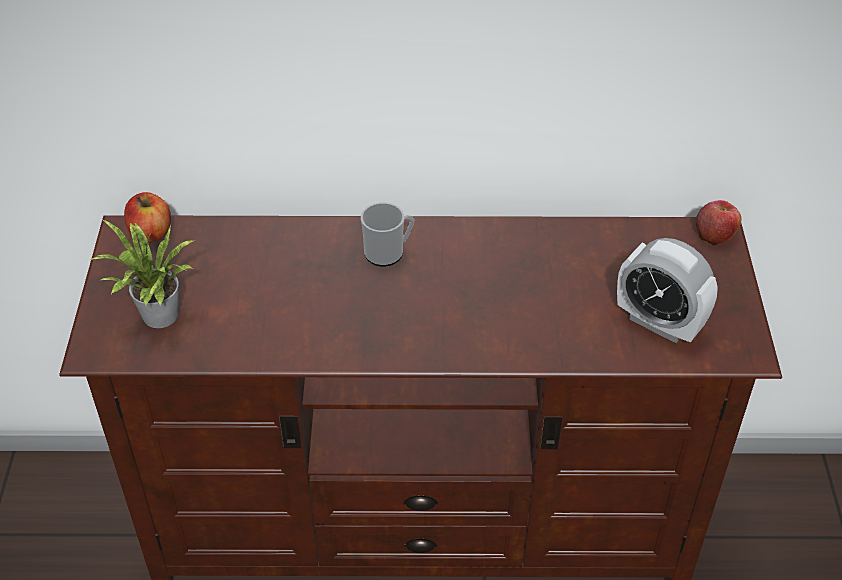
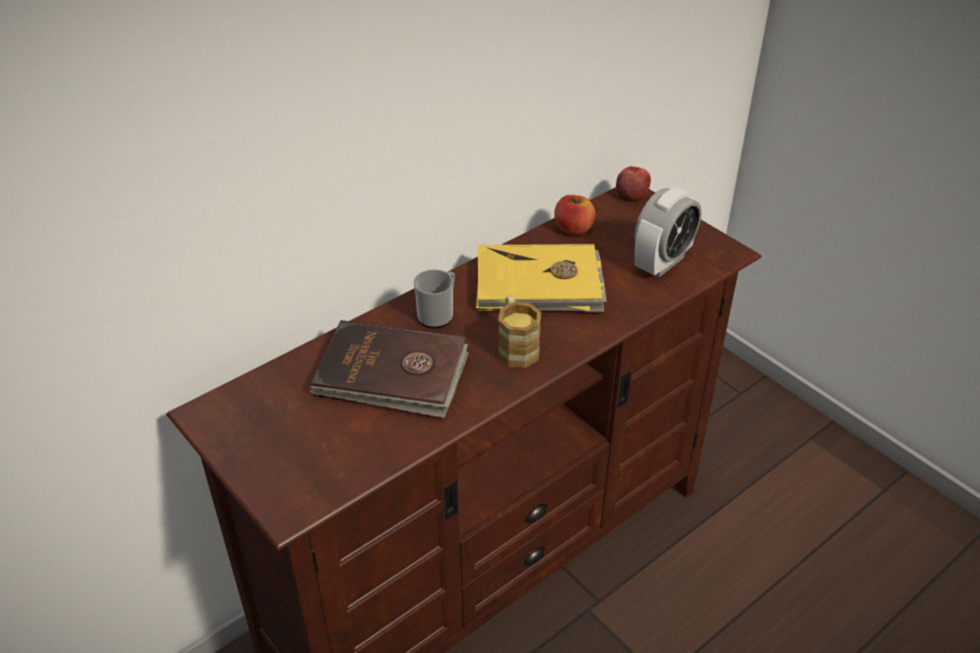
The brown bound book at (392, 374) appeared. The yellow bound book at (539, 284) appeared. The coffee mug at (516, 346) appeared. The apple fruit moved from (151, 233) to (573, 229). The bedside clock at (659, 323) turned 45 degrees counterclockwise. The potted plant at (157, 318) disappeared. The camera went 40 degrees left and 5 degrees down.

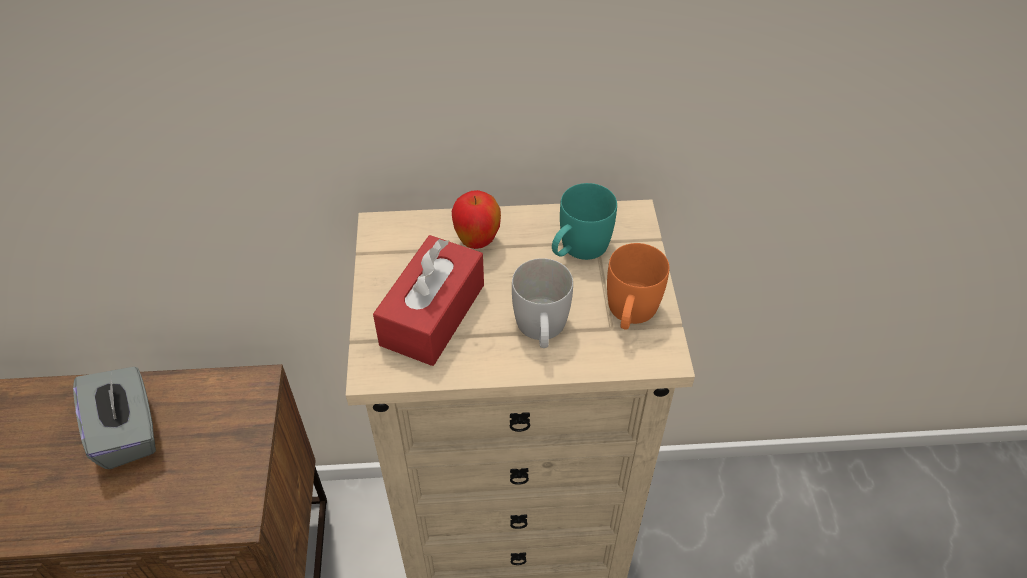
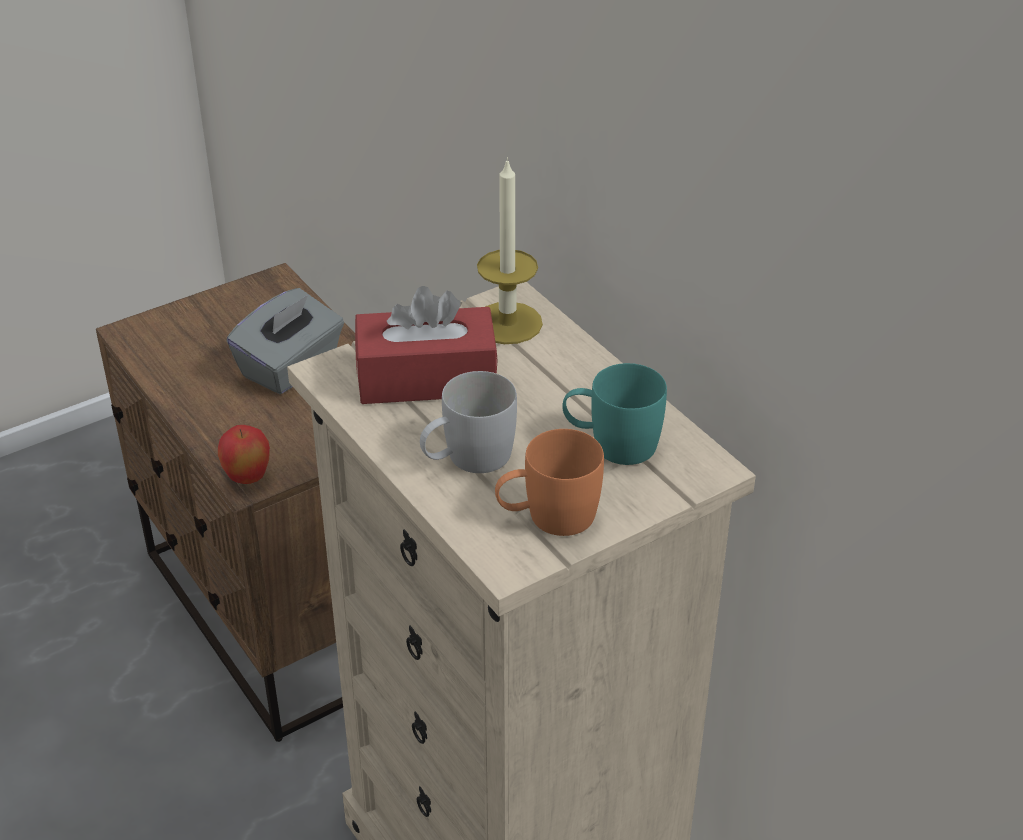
The apple fruit moved from (477, 241) to (247, 479). The wax light at (507, 323) appeared. The camera went 60 degrees right and 10 degrees down.

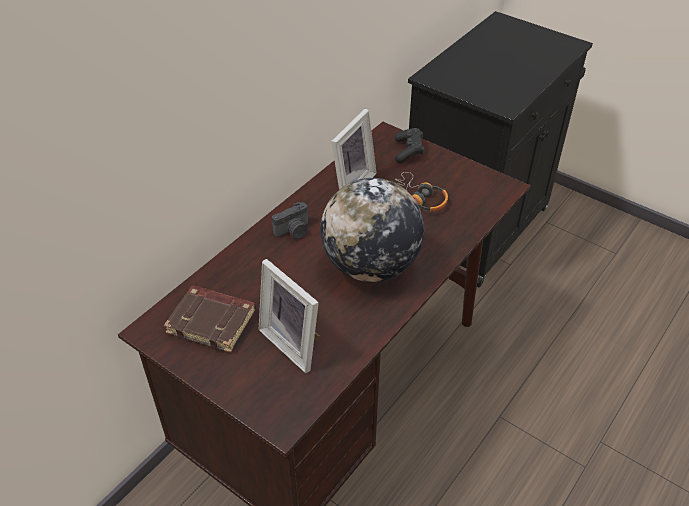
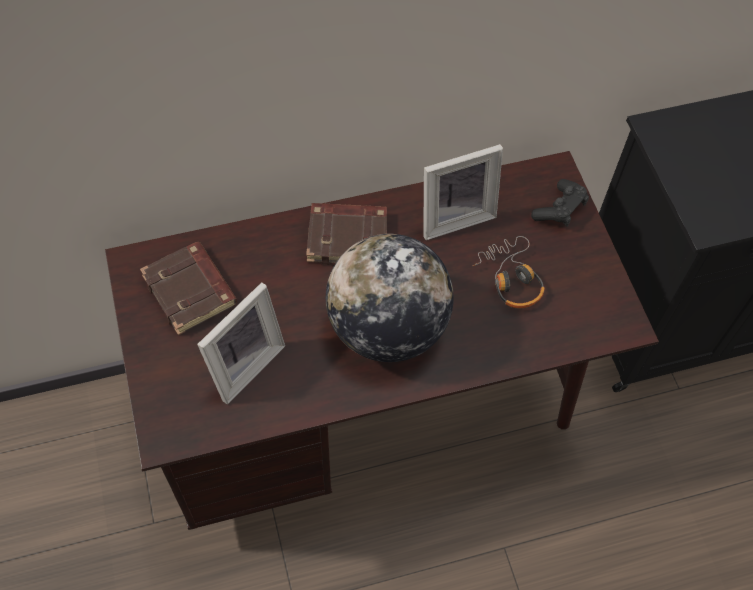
The picture frame at (294, 342) turned 135 degrees counterclockwise. The still camera at (293, 231) was replaced by the brown bound book at (348, 237). The camera went 35 degrees right and 15 degrees up.

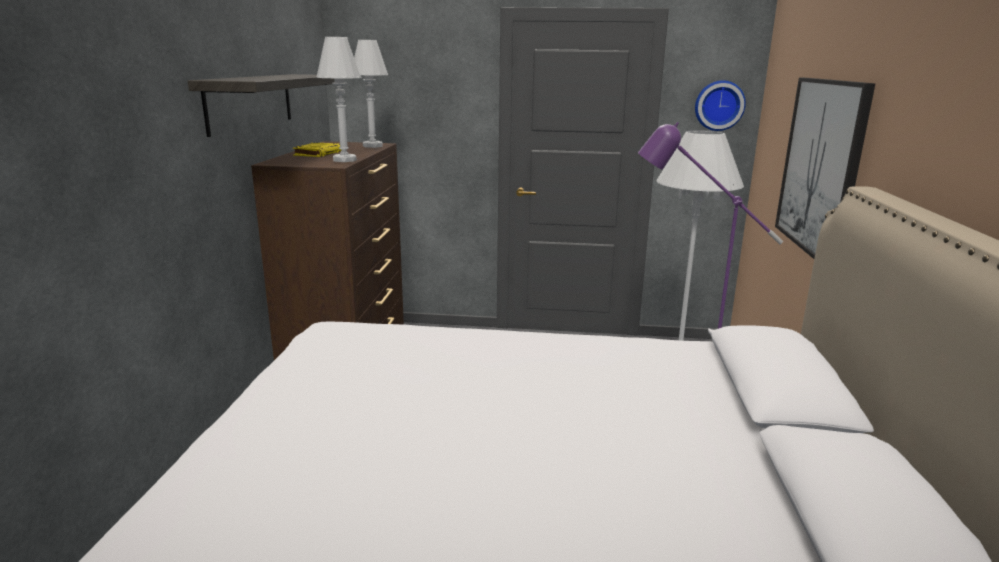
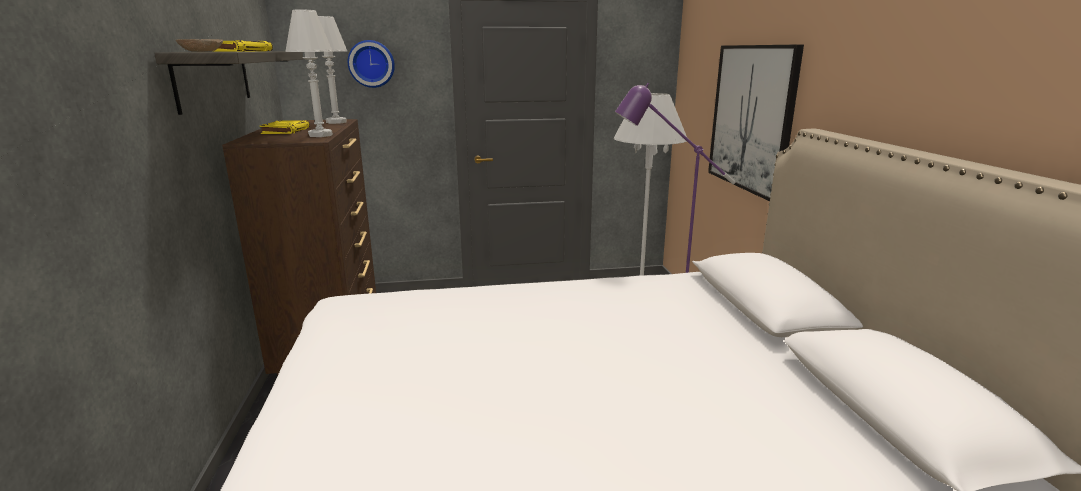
The sand-coloured serving bowl at (201, 51) appeared. The yellow bound book at (241, 51) appeared. The hanging clock moved from (719, 105) to (371, 64). The camera went 15 degrees left and 0 degrees up.

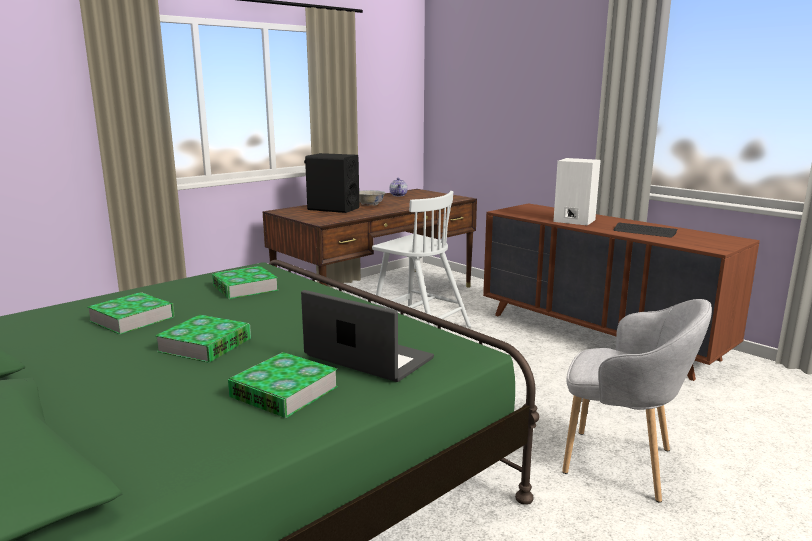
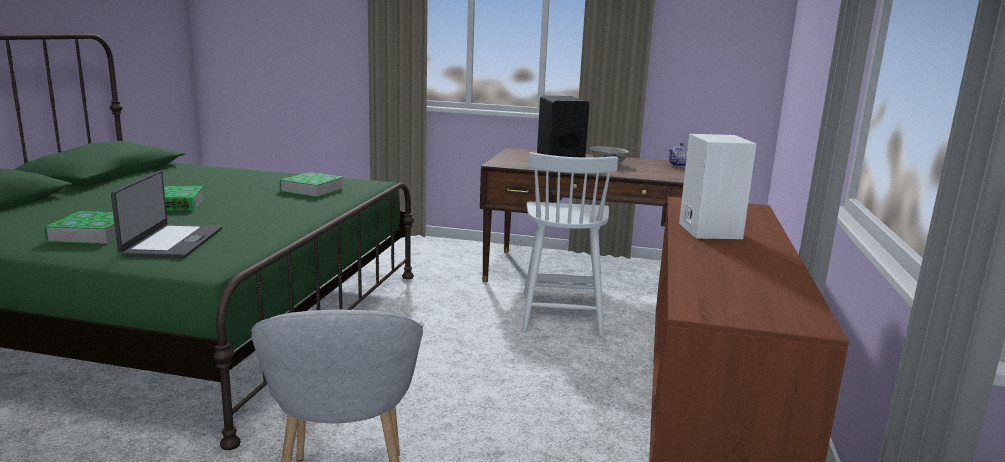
The bound book at (132, 319) disappeared. The keyboard at (644, 231) disappeared. The camera went 55 degrees right and 0 degrees up.

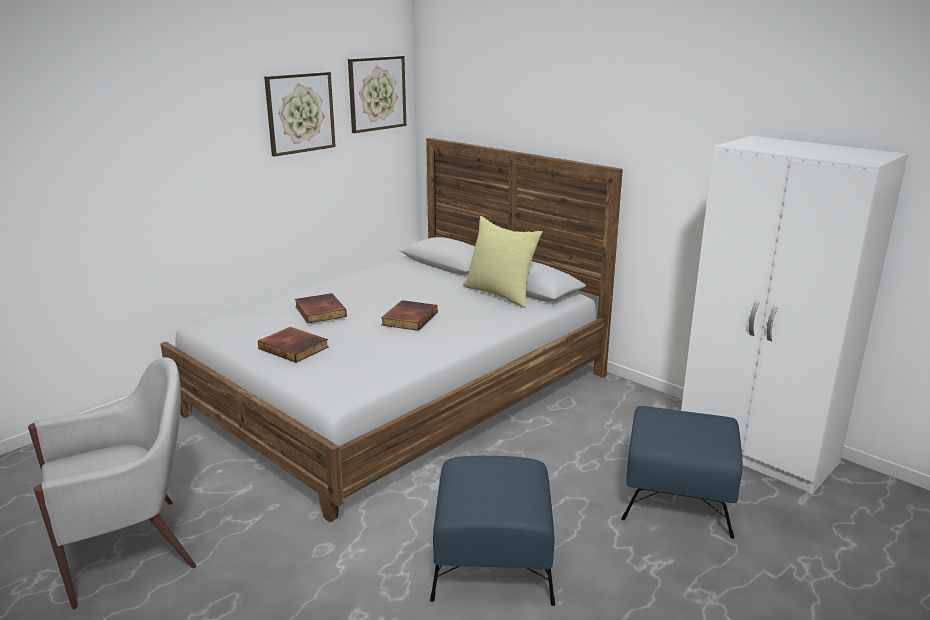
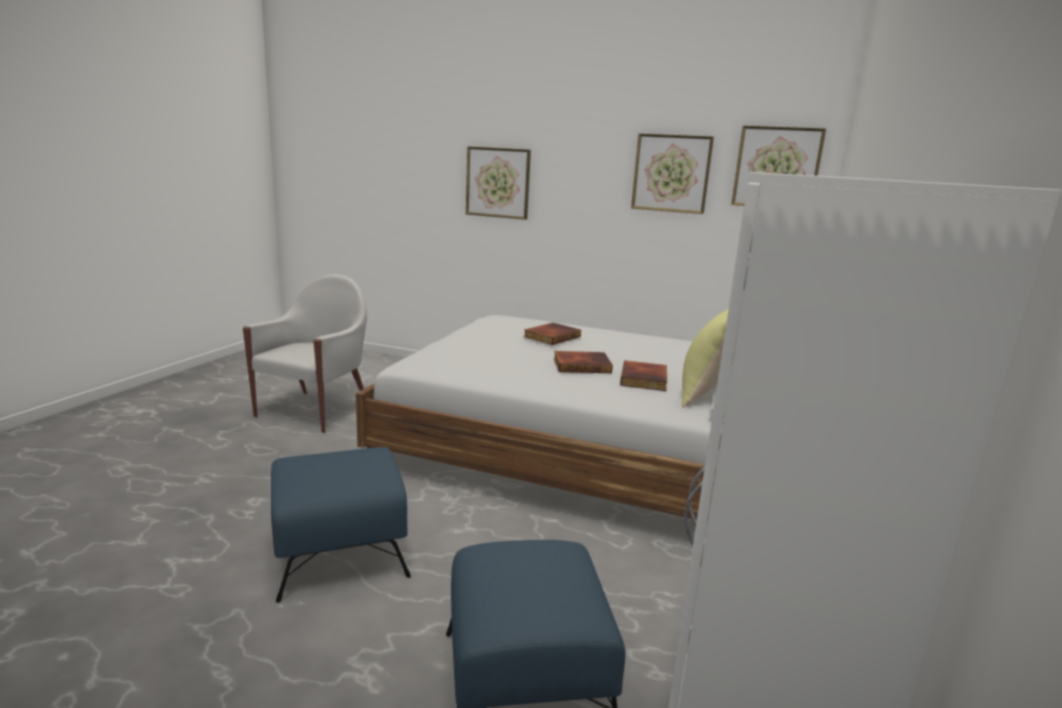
The white lounge chair at (131, 550) turned 105 degrees counterclockwise. The wall picture at (498, 183) appeared. The bound book moved from (294, 347) to (645, 379). The camera went 65 degrees right and 5 degrees down.

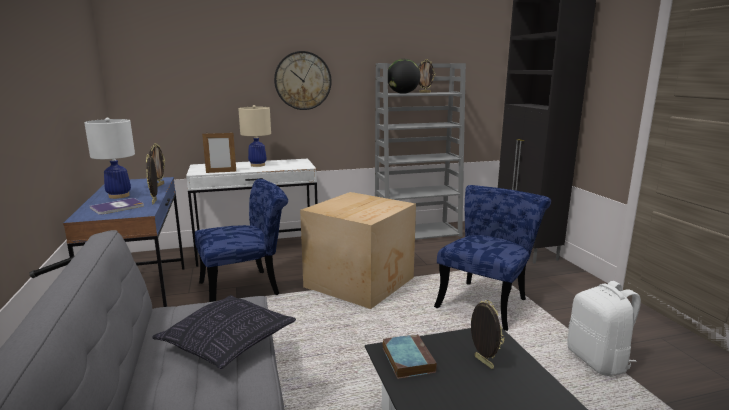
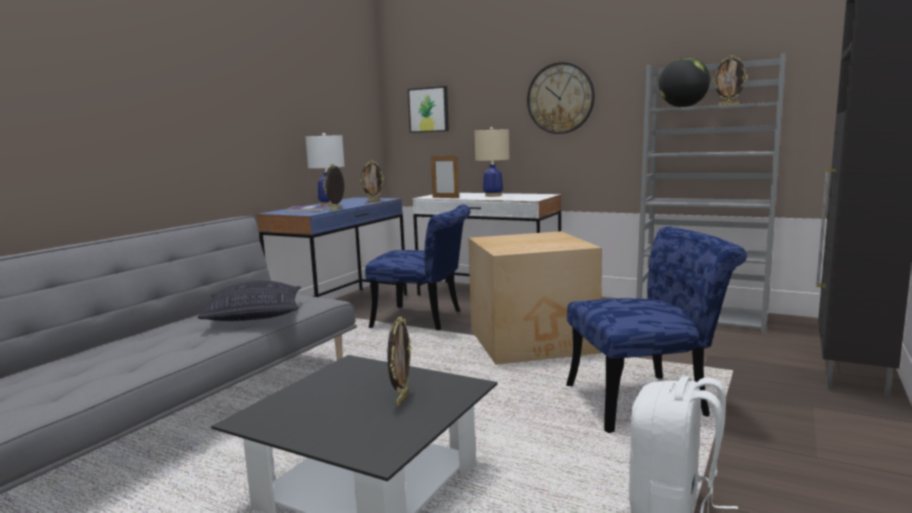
The wall picture at (429, 110) appeared. The bound book at (407, 359) disappeared. The camera went 45 degrees right and 5 degrees down.

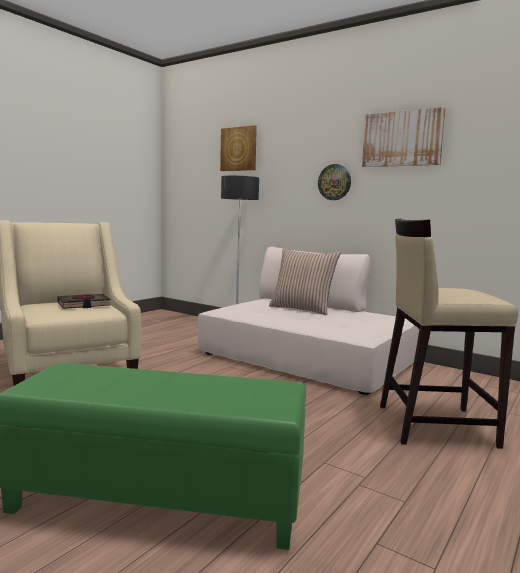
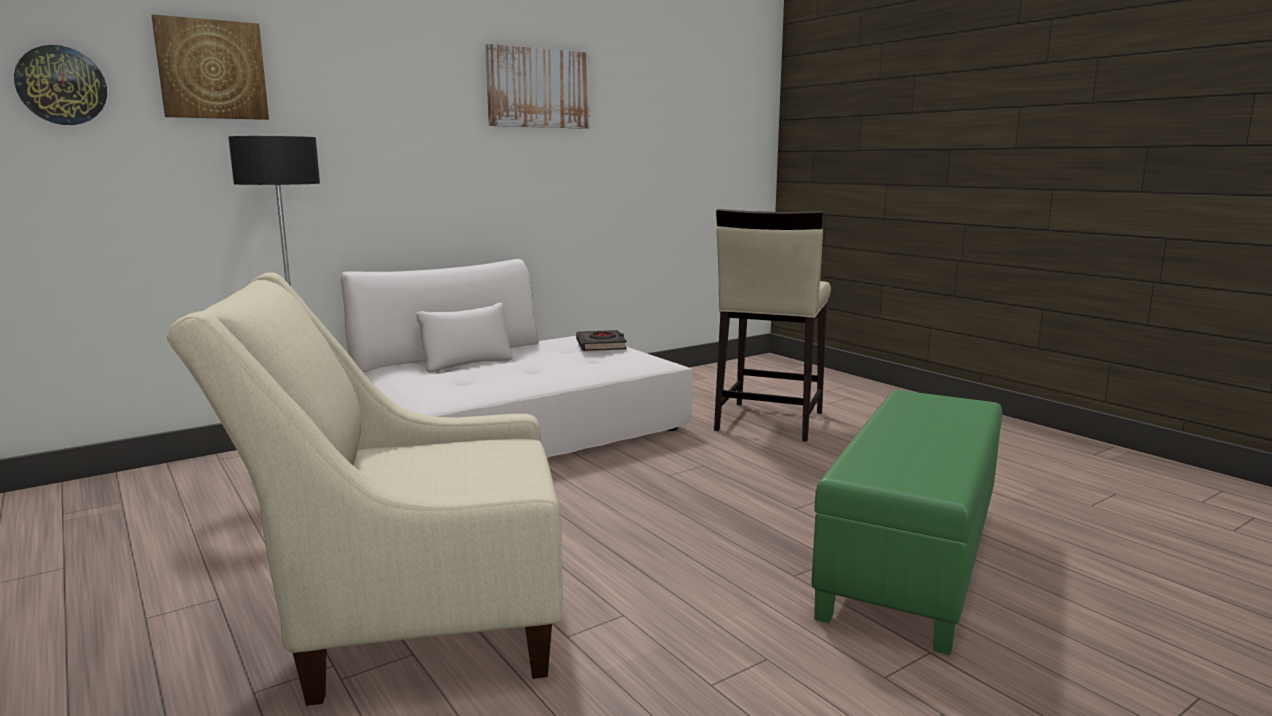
The hanging clock moved from (334, 182) to (61, 85). The black-coloured bound book moved from (84, 305) to (601, 345). The cushion at (302, 309) disappeared. The camera went 70 degrees left and 5 degrees up.

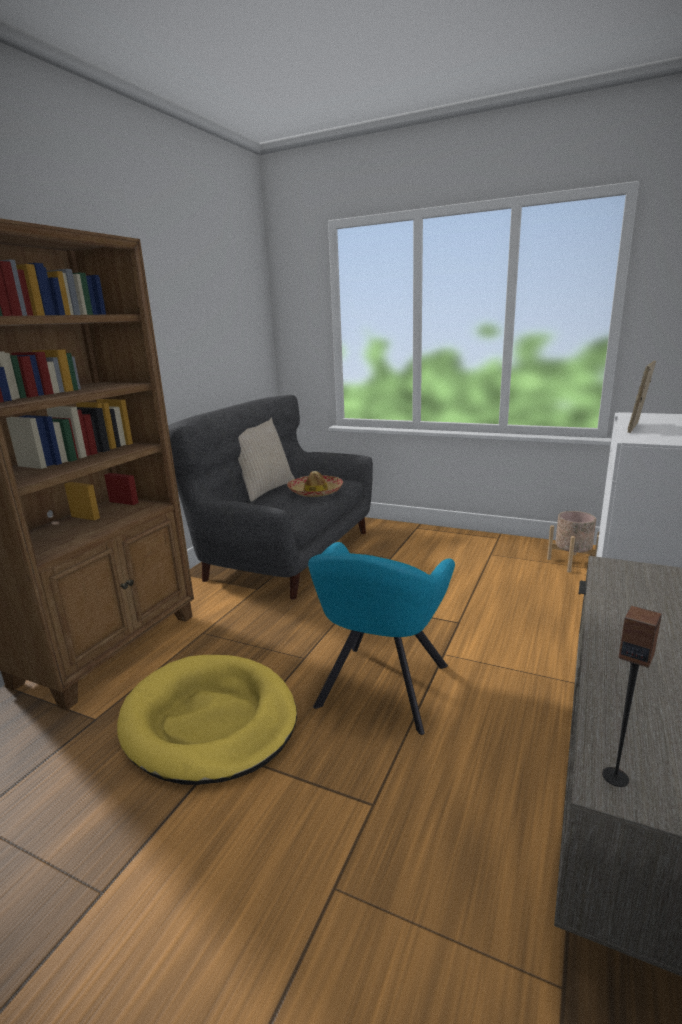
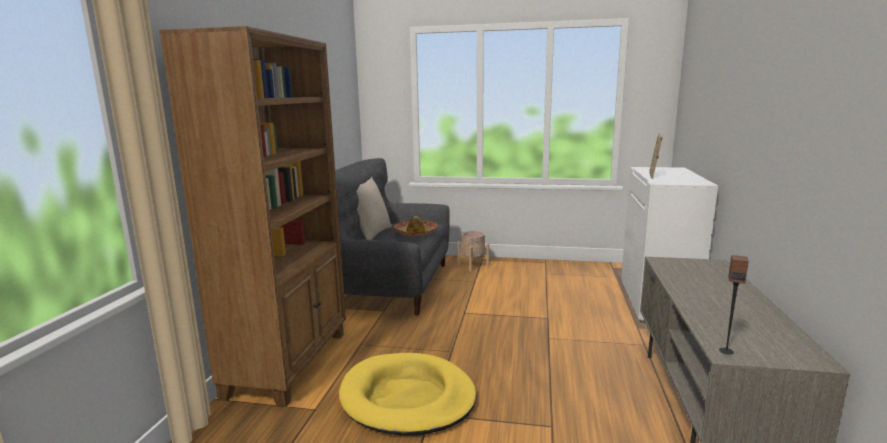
The sand-coloured plant pot moved from (572, 562) to (473, 266). The turquoise lounge chair at (381, 689) disappeared. The camera went 15 degrees left and 5 degrees down.

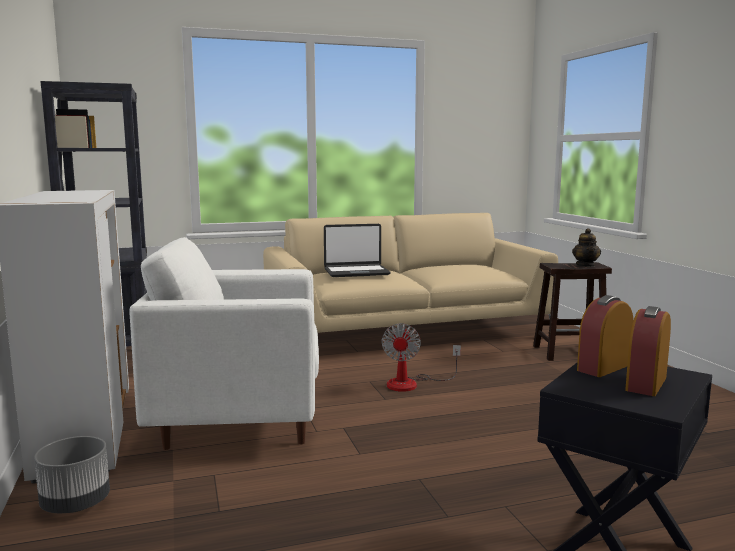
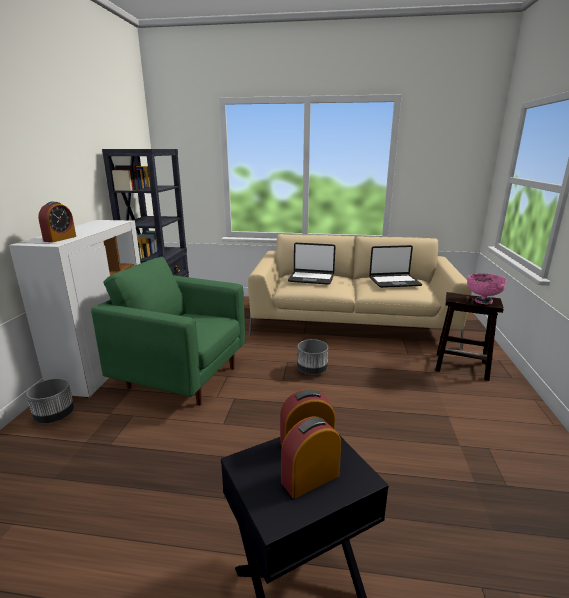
The bedside clock at (60, 239) appeared. The white lounge chair at (238, 422) became the green-coloured lounge chair at (182, 377). The electric fan at (411, 383) was replaced by the greyish plant pot at (312, 370). The portable computer at (394, 281) appeared. The pot for tea at (585, 265) was replaced by the pink serving bowl at (483, 301). The camera went 25 degrees right and 10 degrees up.

